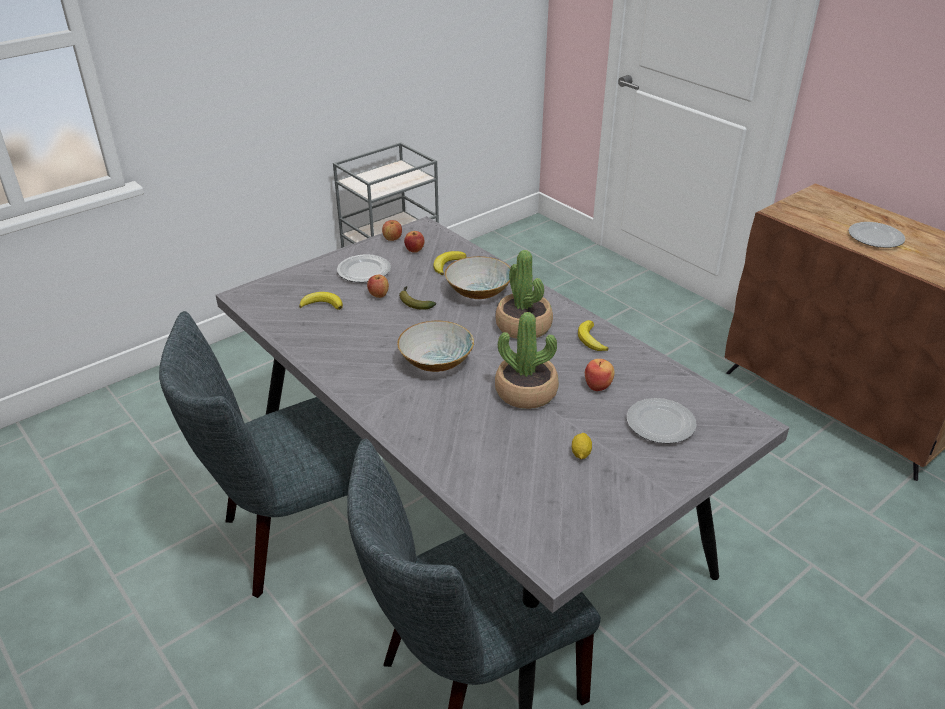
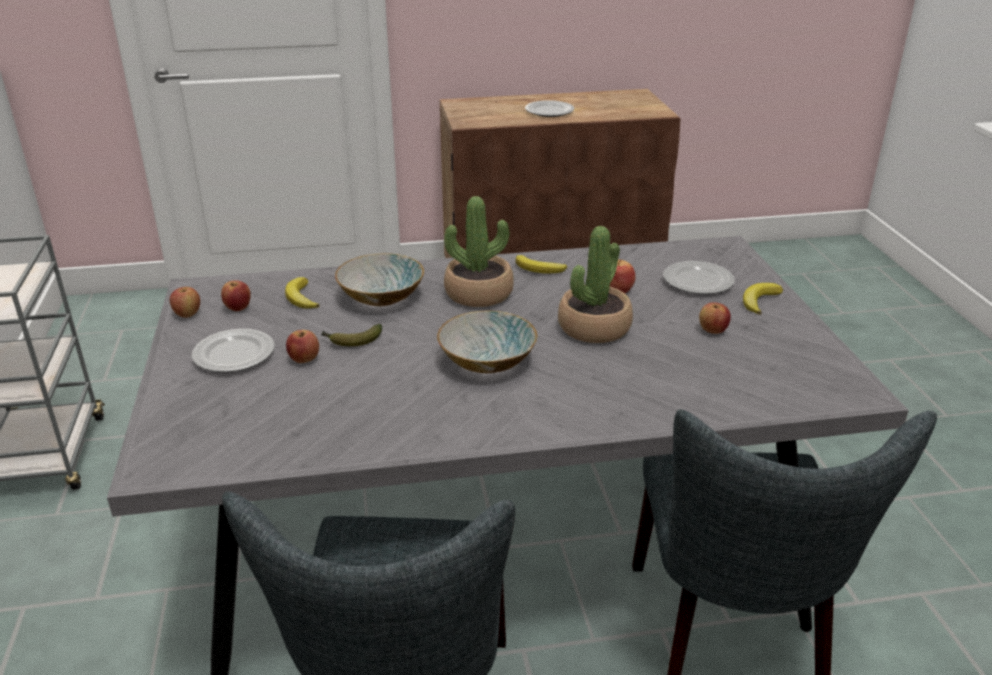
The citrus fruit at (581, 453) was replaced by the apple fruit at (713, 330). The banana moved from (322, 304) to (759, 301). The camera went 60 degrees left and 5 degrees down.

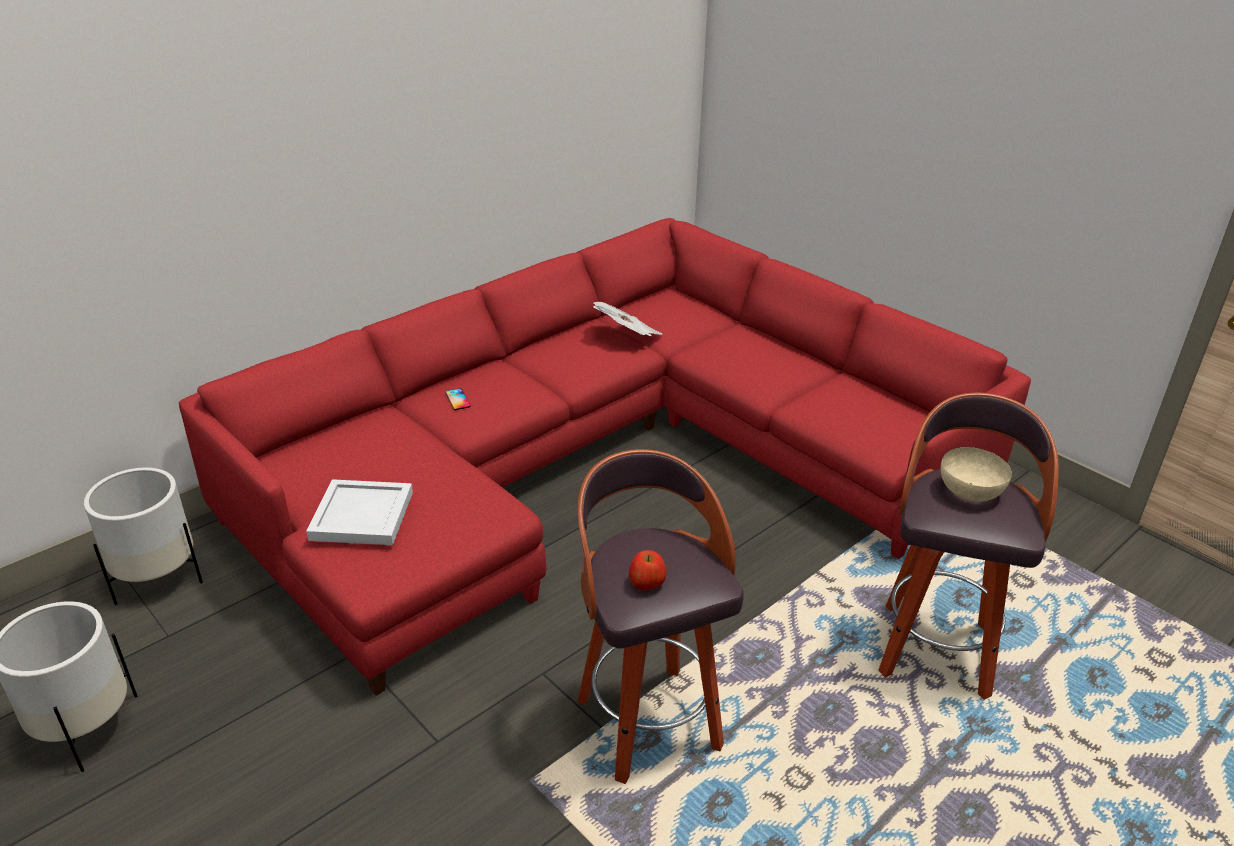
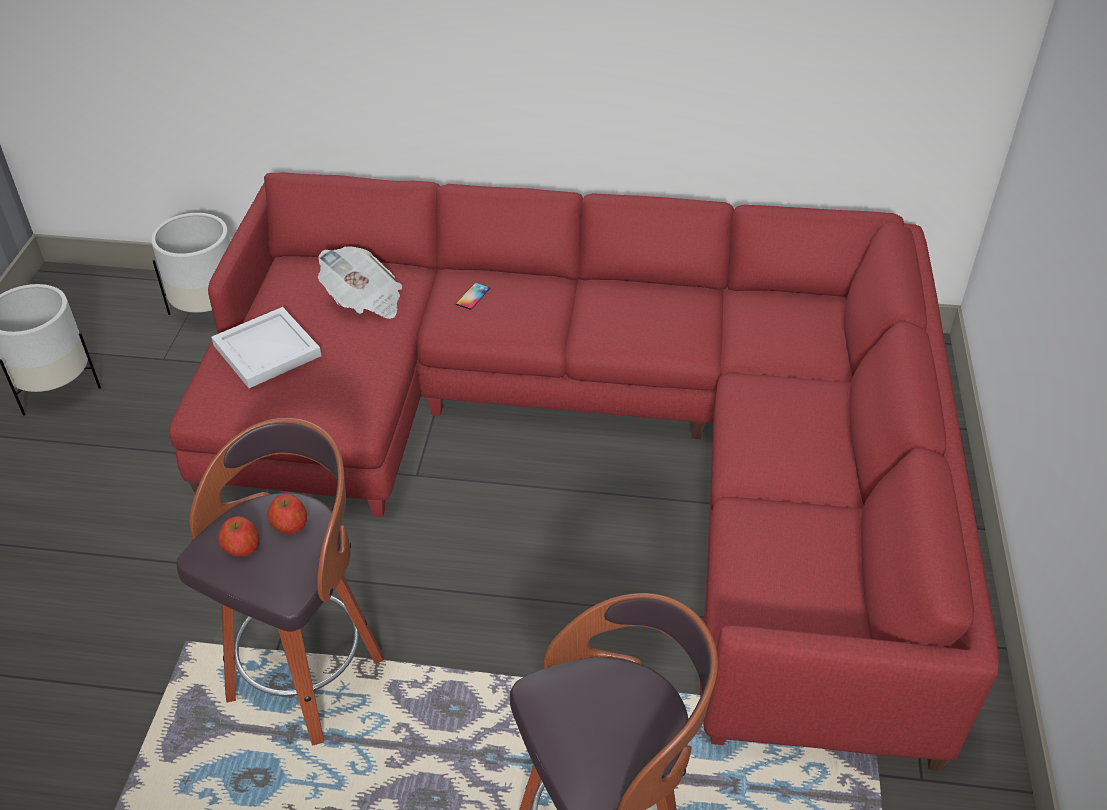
The apple fruit at (289, 524) appeared. The daily paper moved from (627, 336) to (364, 300). The sand-coloured serving bowl at (969, 490) disappeared. The camera went 50 degrees right and 10 degrees up.

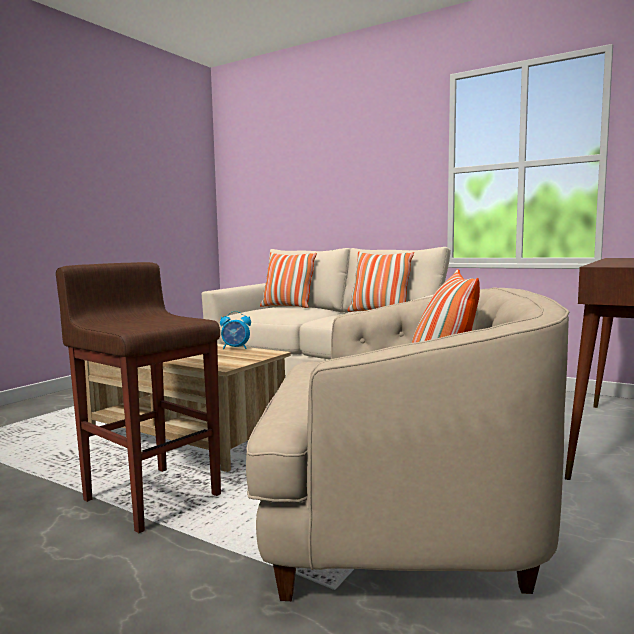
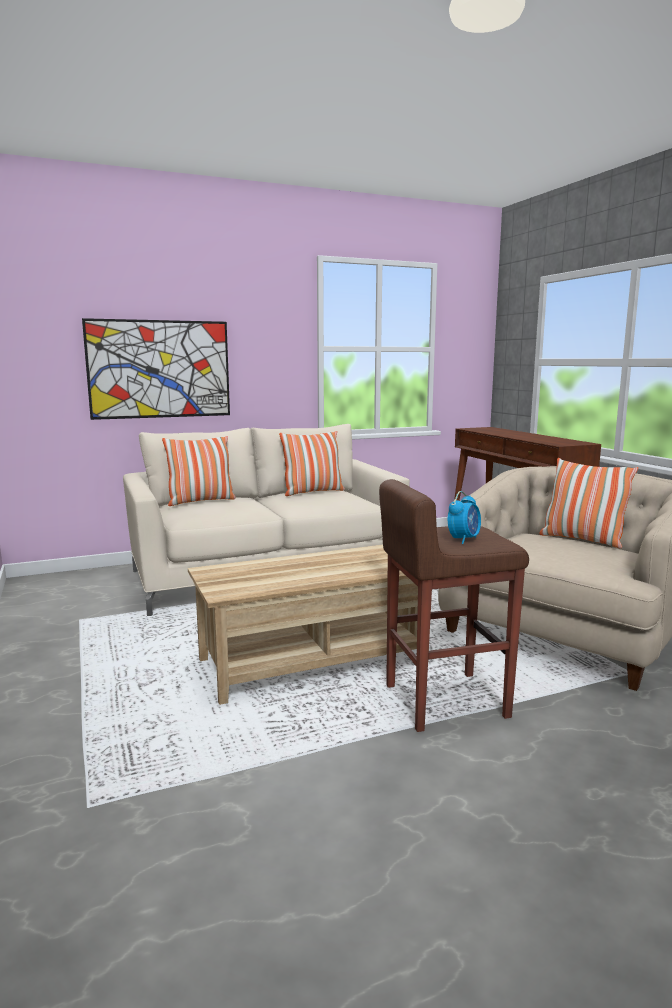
The wall picture at (160, 369) appeared. The bedside clock moved from (236, 348) to (464, 539). The camera went 55 degrees left and 5 degrees up.

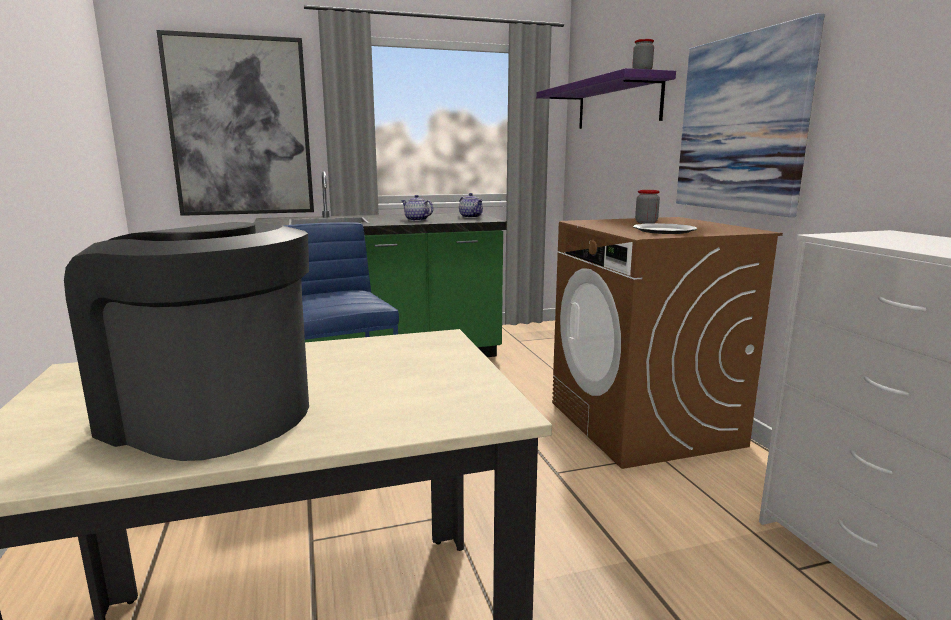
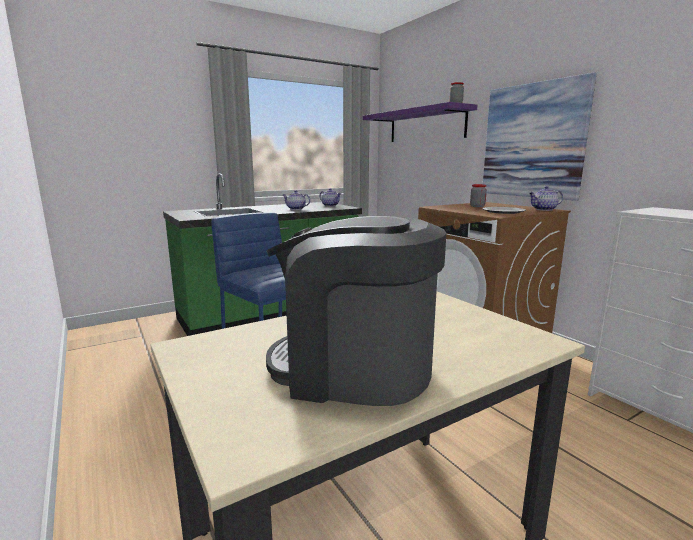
The pot for tea at (544, 209) appeared. The wall picture at (241, 127) disappeared. The camera went 15 degrees left and 0 degrees up.

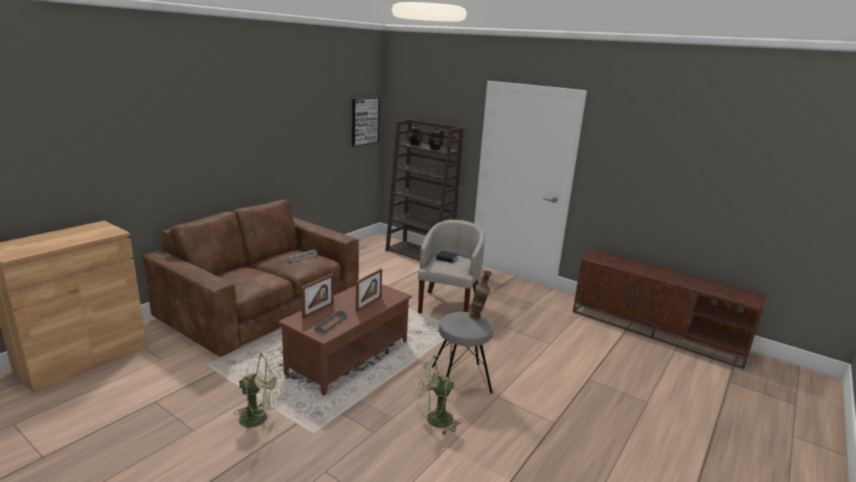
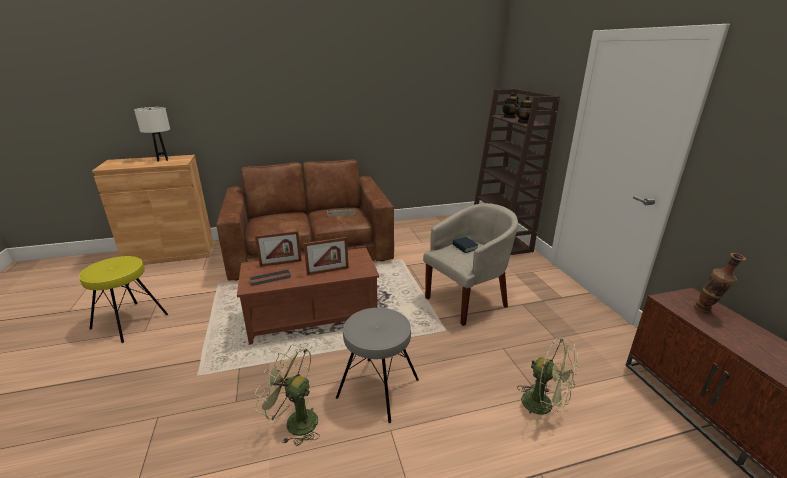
The yellow stool seat at (130, 321) appeared. The white table lamp at (162, 160) appeared. The green-coloured electric fan moved from (260, 418) to (544, 406). The decorative vase moved from (478, 318) to (706, 312). The wall picture at (364, 121) disappeared. The camera went 40 degrees right and 5 degrees up.

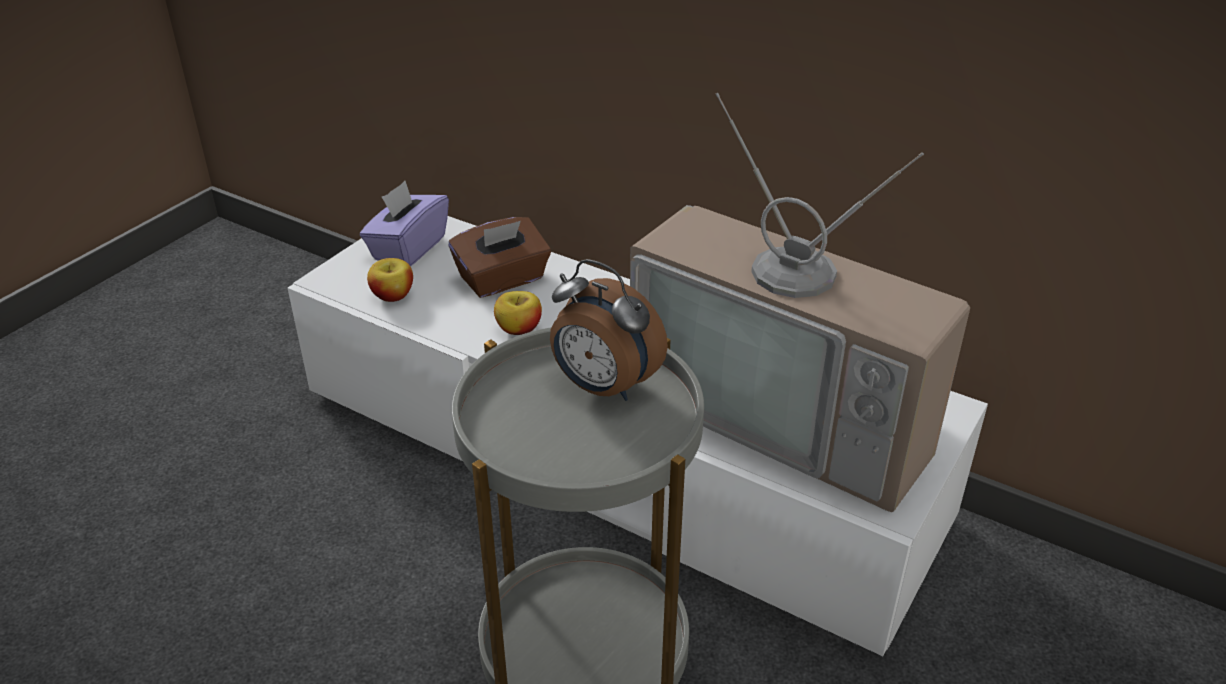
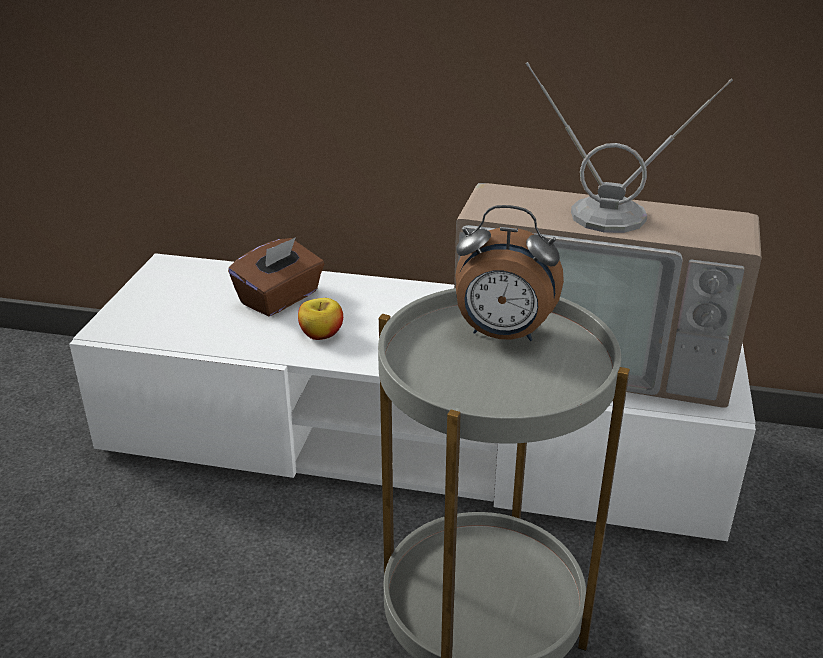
The purple-coloured tissue holder at (408, 248) disappeared. The apple fruit at (393, 295) disappeared. The camera went 20 degrees left and 5 degrees down.

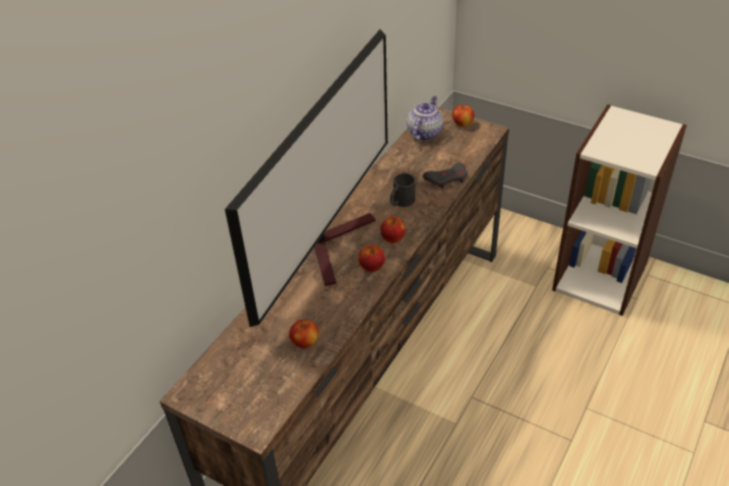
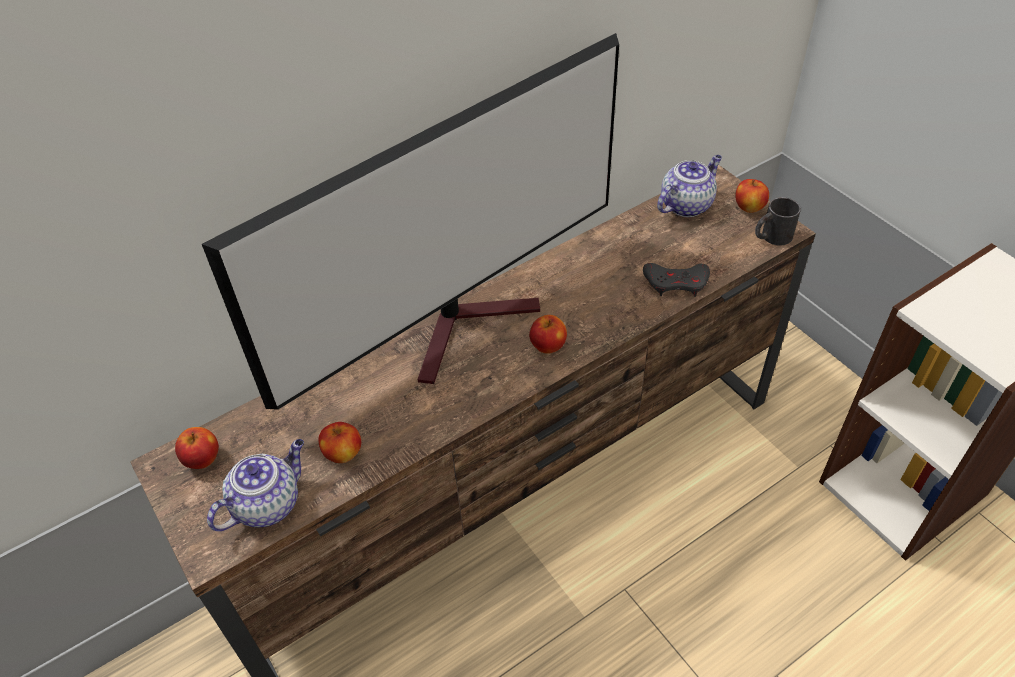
The apple fruit moved from (371, 267) to (202, 459). The pot for tea at (268, 503) appeared. The black-coloured coffee mug moved from (401, 202) to (771, 237). The camera went 25 degrees right and 5 degrees up.

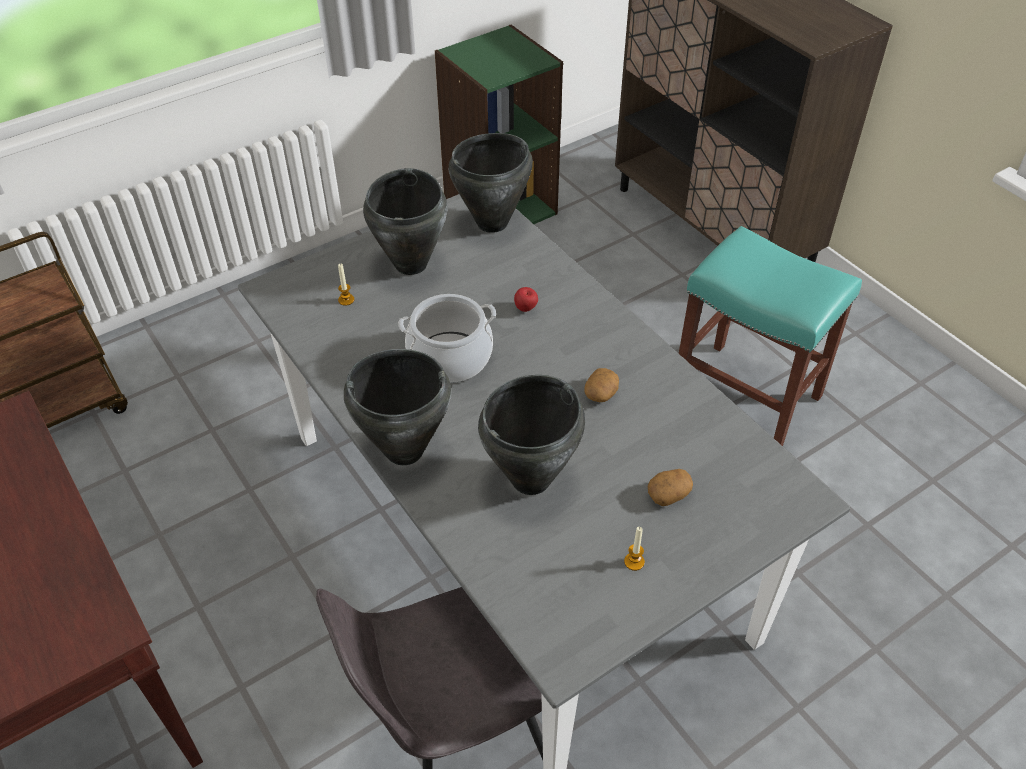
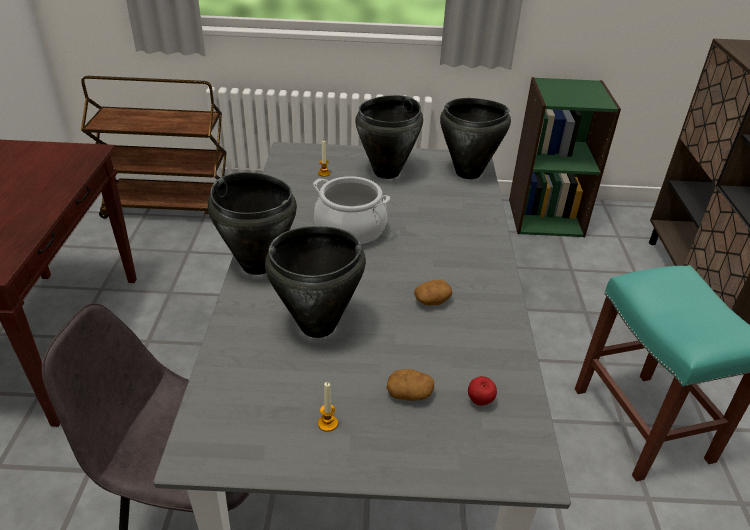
The apple fruit moved from (526, 309) to (480, 402). The camera went 35 degrees right and 10 degrees down.

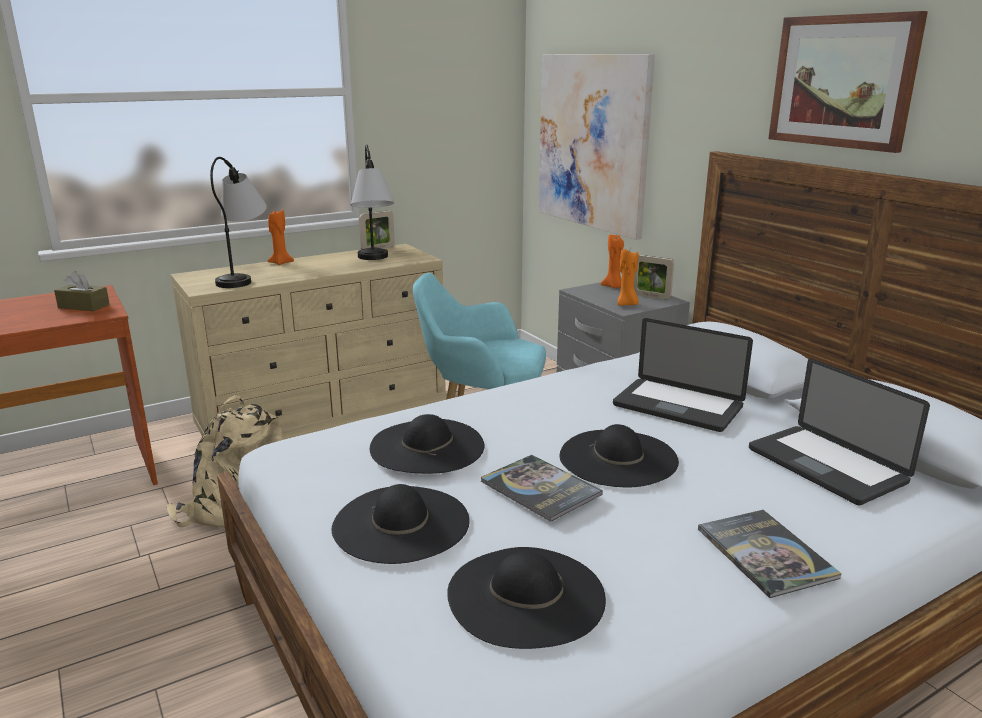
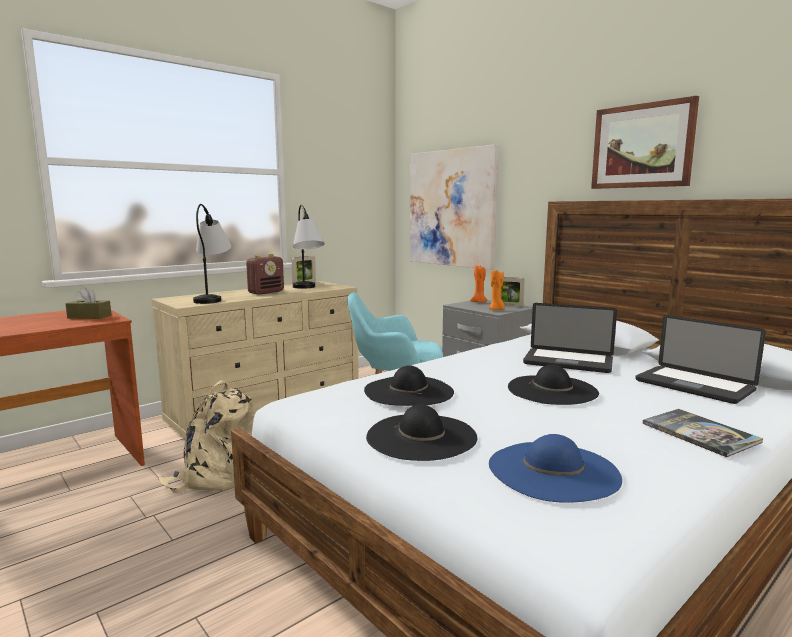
The radio receiver at (266, 292) appeared. The black-coloured clothing hat at (526, 595) became the blue clothing hat at (553, 470). The orange wax light at (281, 263) disappeared. The bound book at (540, 488) disappeared. The camera went 10 degrees left and 10 degrees down.

